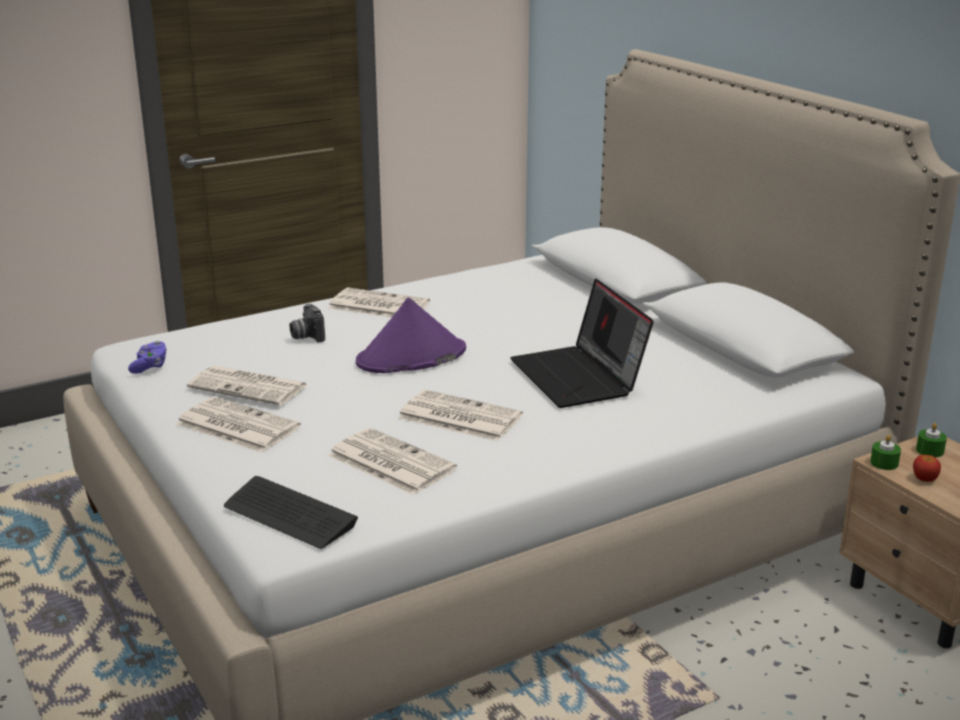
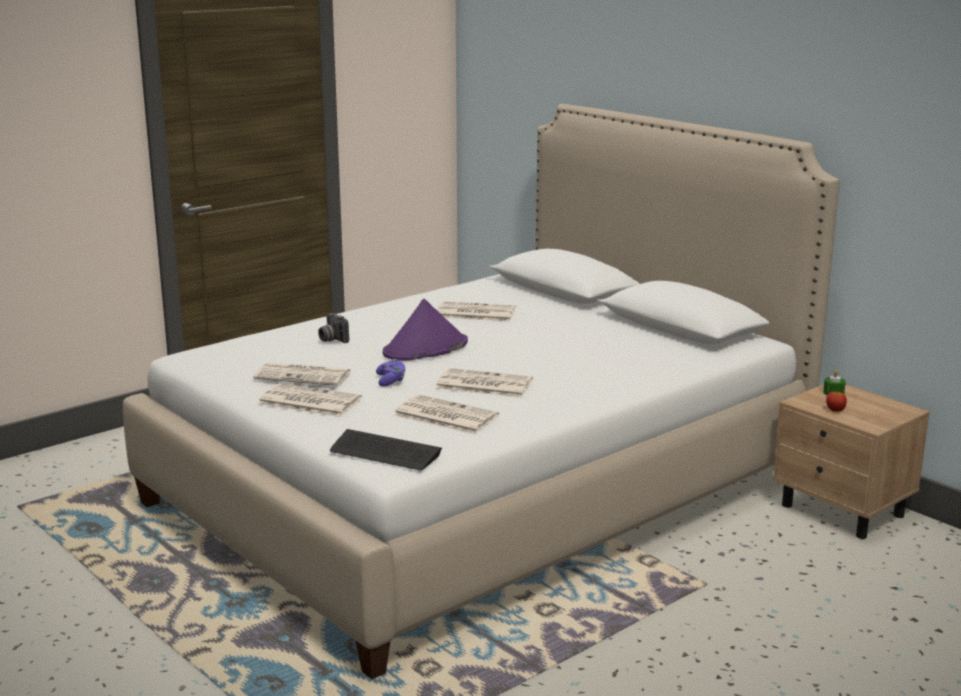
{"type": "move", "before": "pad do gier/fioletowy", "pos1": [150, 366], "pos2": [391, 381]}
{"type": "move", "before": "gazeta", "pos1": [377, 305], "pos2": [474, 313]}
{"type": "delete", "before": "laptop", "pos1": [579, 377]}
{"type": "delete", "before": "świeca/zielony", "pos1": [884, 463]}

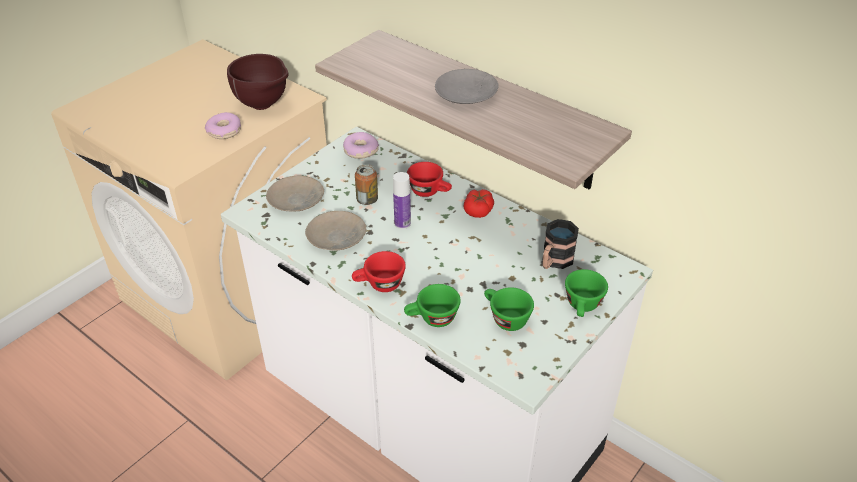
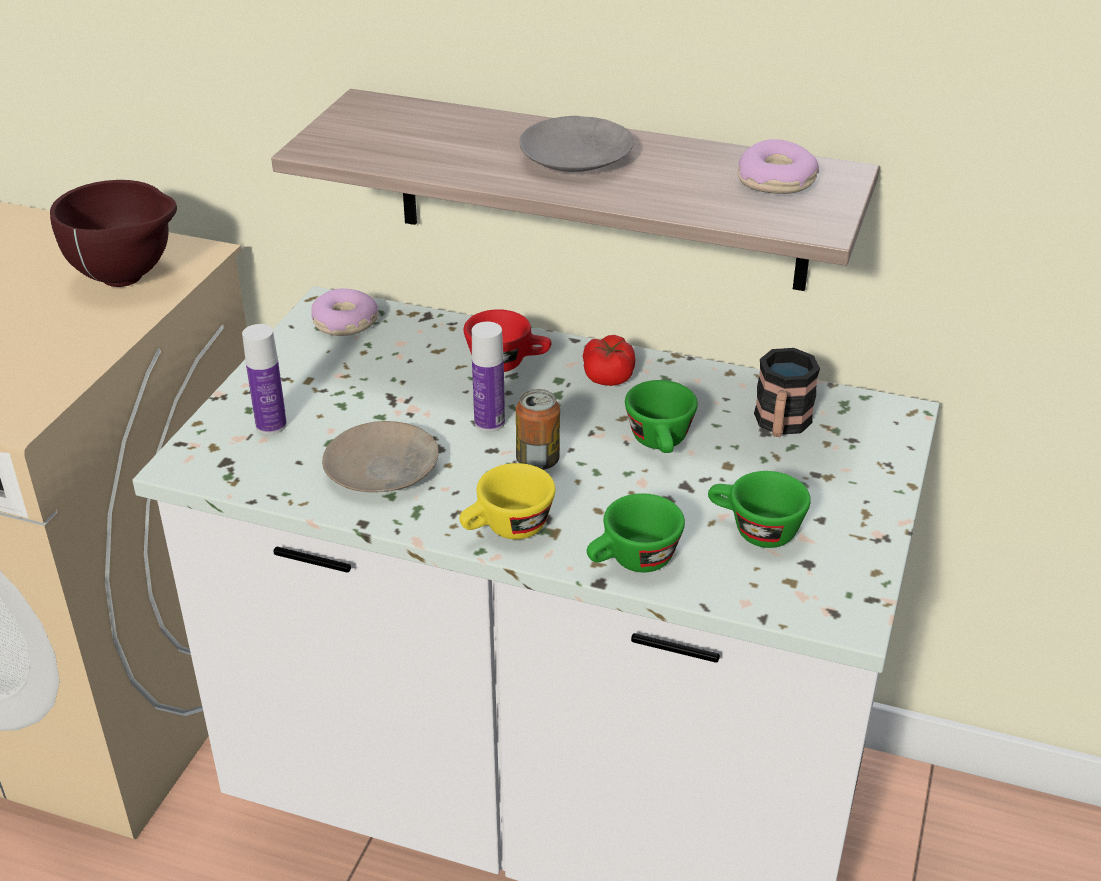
{"type": "replace", "before": "talerz/beżowy", "after": "butelka", "pos1": [296, 200], "pos2": [271, 425]}
{"type": "recolor", "before": "filiżanka/czerwony", "after": "filiżanka/żółty", "pos1": [379, 285], "pos2": [507, 530]}
{"type": "move", "before": "puszka", "pos1": [367, 200], "pos2": [538, 461]}
{"type": "move", "before": "filiżanka/zielony", "pos1": [582, 307], "pos2": [661, 443]}
{"type": "move", "before": "donut", "pos1": [224, 131], "pos2": [777, 181]}

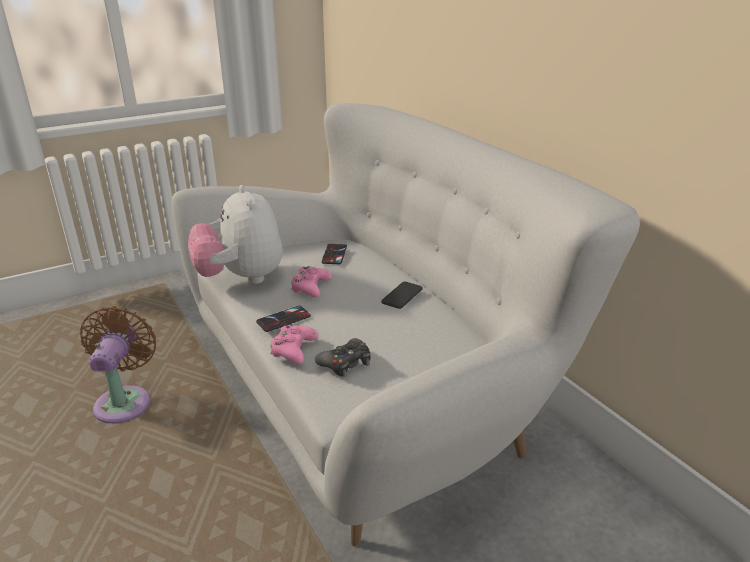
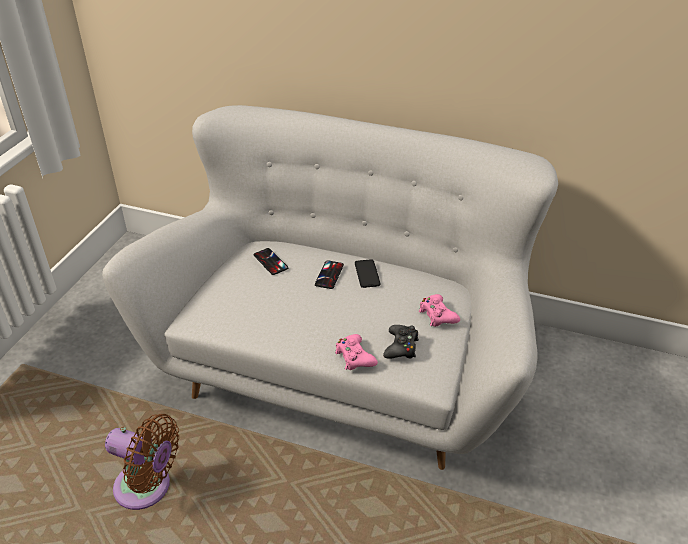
{"type": "rotate", "before": "wentylator/brązowy", "pos1": [125, 401], "pos2": [147, 488], "turn": 150}
{"type": "move", "before": "telefon", "pos1": [283, 319], "pos2": [329, 275]}
{"type": "move", "before": "pad do gier/różowy", "pos1": [310, 287], "pos2": [437, 315]}
{"type": "delete", "before": "pluszak", "pos1": [241, 278]}

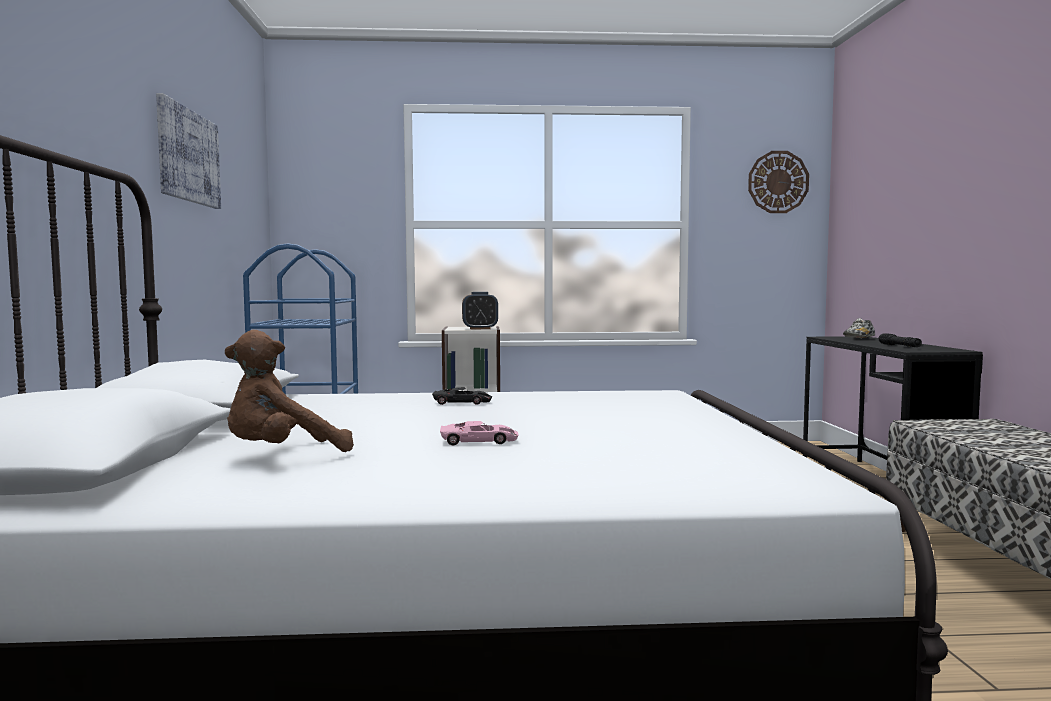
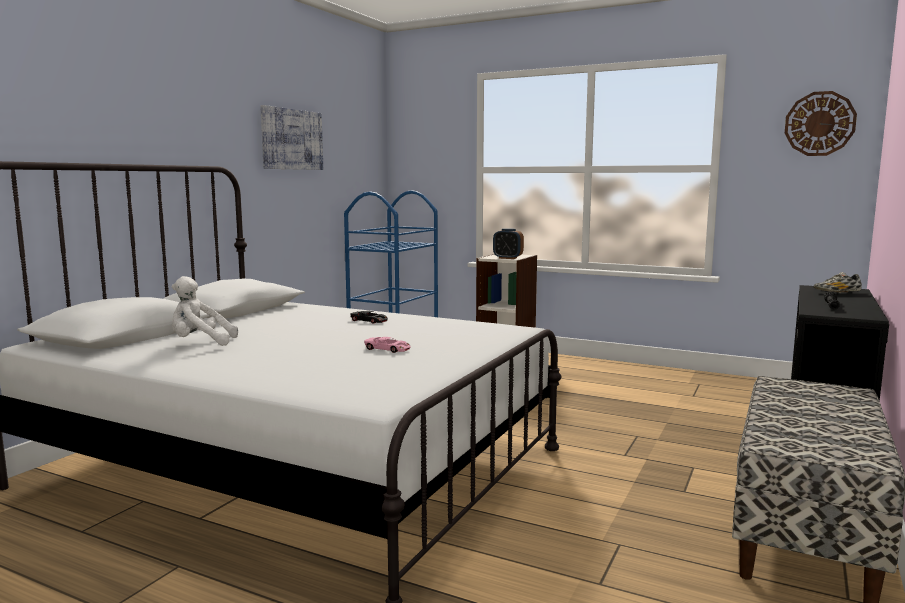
{"type": "recolor", "before": "pluszak/brązowy", "after": "pluszak/biały", "pos1": [282, 455], "pos2": [200, 343]}
{"type": "move", "before": "samochodzik/różowy", "pos1": [479, 441], "pos2": [388, 349]}

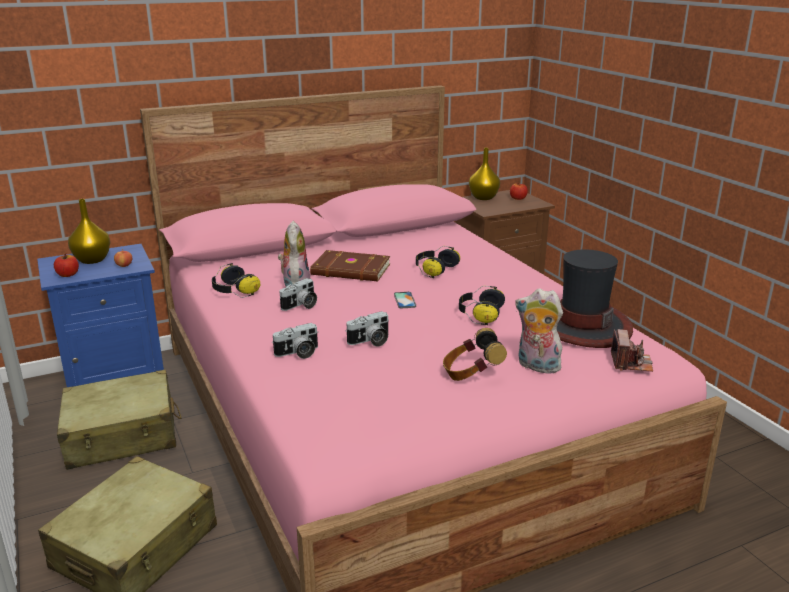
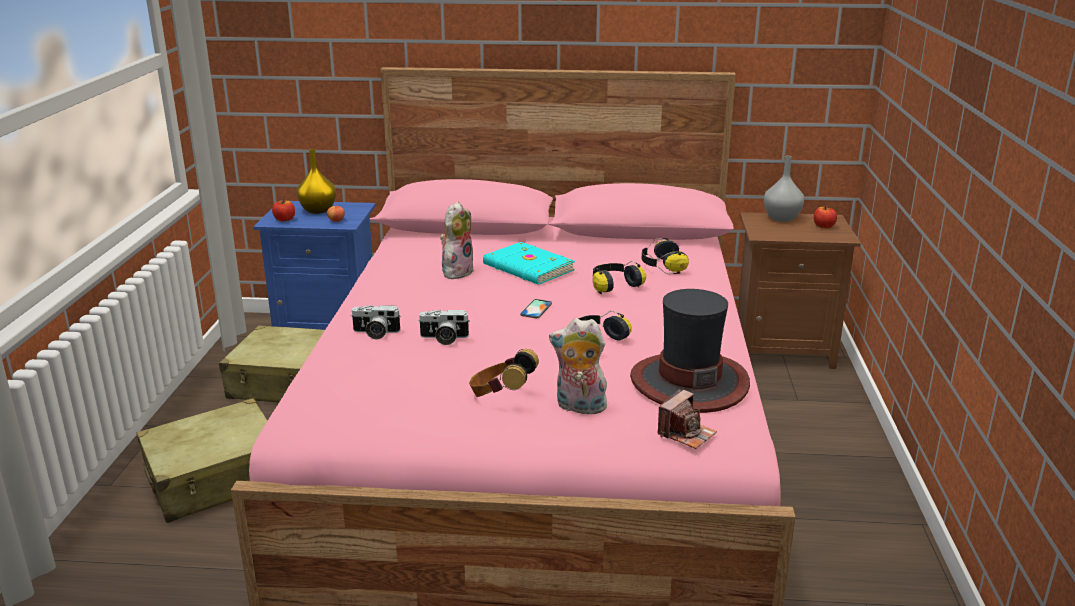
{"type": "recolor", "before": "książka/brązowy", "after": "książka/turkusowy", "pos1": [351, 270], "pos2": [528, 268]}
{"type": "rotate", "before": "pluszak", "pos1": [536, 366], "pos2": [579, 407], "turn": -45}
{"type": "move", "before": "słuchawki", "pos1": [234, 291], "pos2": [662, 266]}
{"type": "recolor", "before": "wazon/żółty", "after": "wazon/szary", "pos1": [483, 198], "pos2": [781, 218]}
{"type": "delete", "before": "aparat fotograficzny", "pos1": [301, 306]}

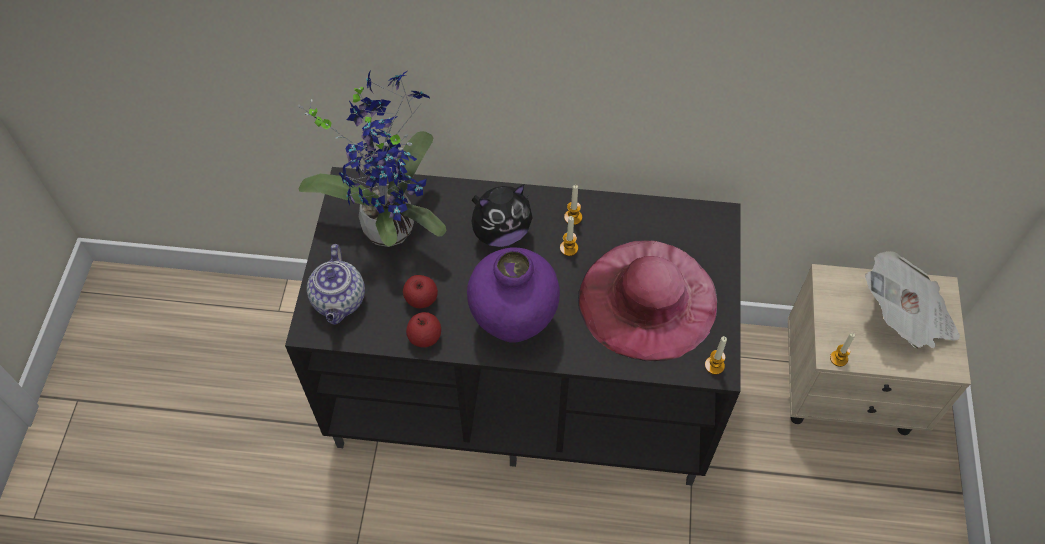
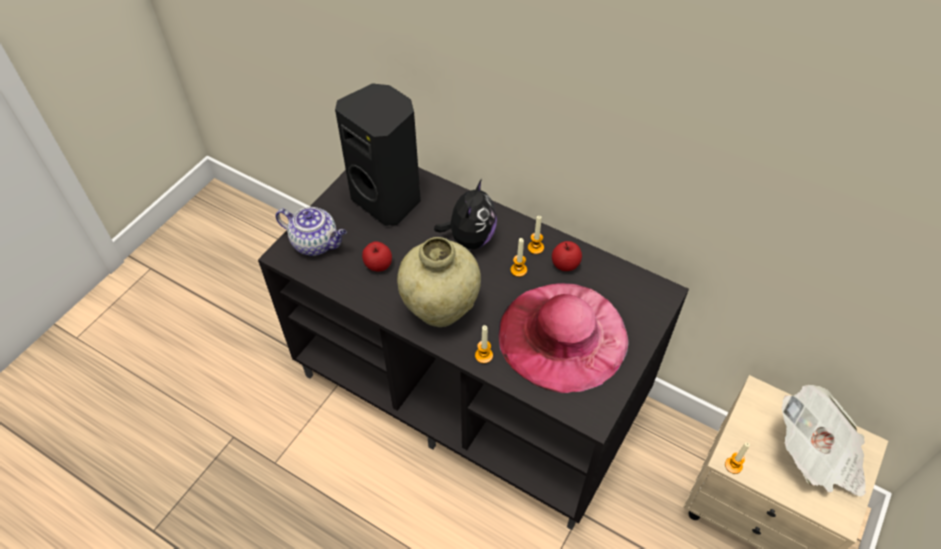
{"type": "rotate", "before": "imbryk", "pos1": [340, 301], "pos2": [316, 243], "turn": -90}
{"type": "replace", "before": "roślina doniczkowa", "after": "głośnik/czarny", "pos1": [390, 222], "pos2": [388, 199]}
{"type": "recolor", "before": "wazon/fioletowy", "after": "wazon/beżowy", "pos1": [513, 322], "pos2": [440, 310]}
{"type": "rotate", "before": "pluszak", "pos1": [501, 233], "pos2": [470, 238], "turn": -75}
{"type": "move", "before": "świeca", "pos1": [714, 365], "pos2": [484, 355]}
{"type": "move", "before": "jabłko", "pos1": [425, 337], "pos2": [565, 264]}

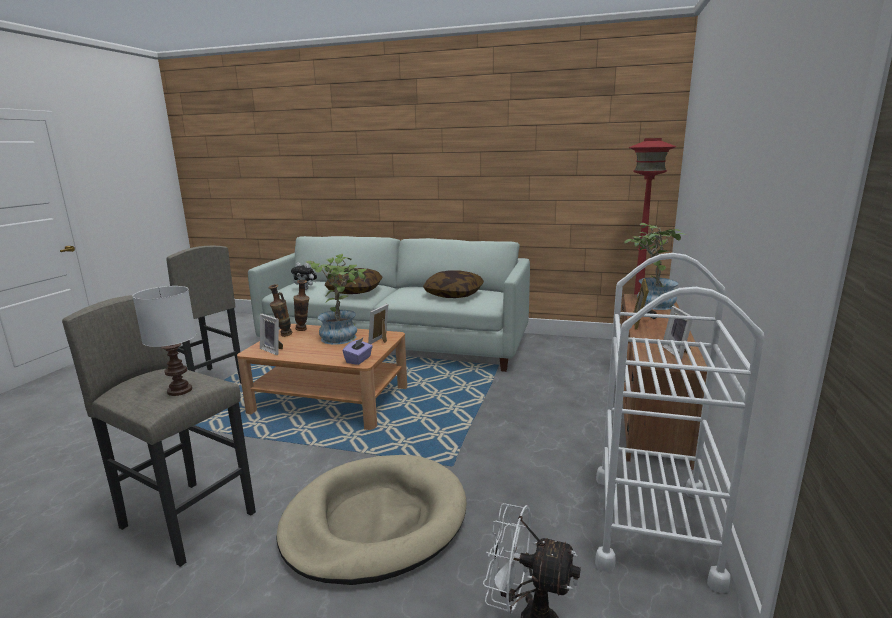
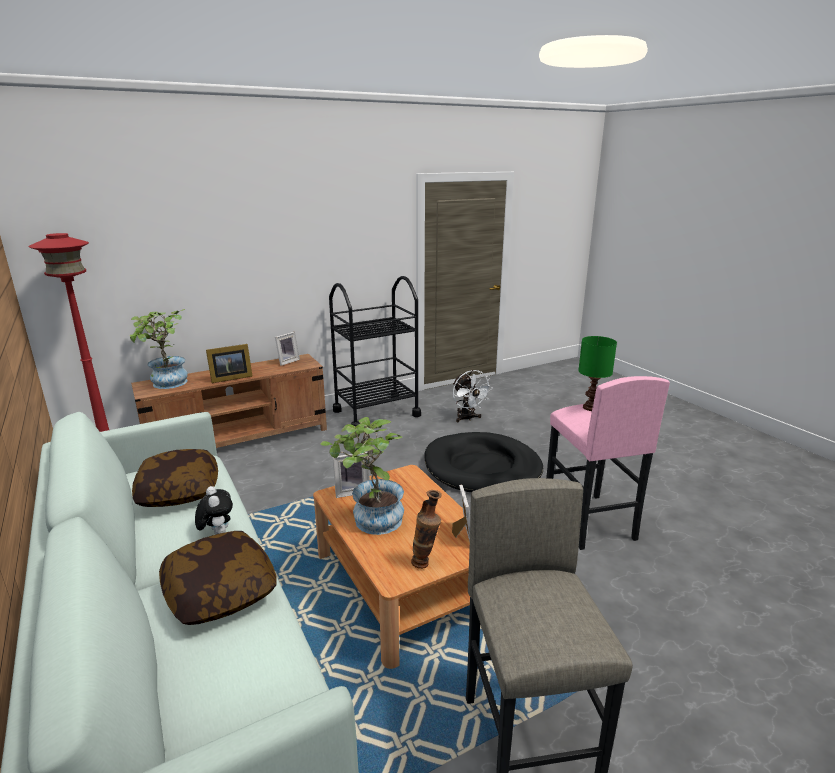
{"type": "move", "before": "pluszak", "pos1": [306, 289], "pos2": [217, 533]}
{"type": "recolor", "before": "wózek/biały", "after": "wózek/czarny", "pos1": [653, 526], "pos2": [376, 413]}
{"type": "recolor", "before": "legowisko/beżowy", "after": "legowisko/czarny", "pos1": [375, 521], "pos2": [482, 468]}
{"type": "recolor", "before": "stołek/szary", "after": "stołek/różowy", "pos1": [188, 519], "pos2": [588, 521]}
{"type": "recolor", "before": "lampa stołowa/biały", "after": "lampa stołowa/zielony", "pos1": [180, 390], "pos2": [590, 408]}
{"type": "delete", "before": "wazon", "pos1": [303, 330]}
{"type": "delete", "before": "pudełko chusteczek/fioletowy", "pos1": [359, 360]}

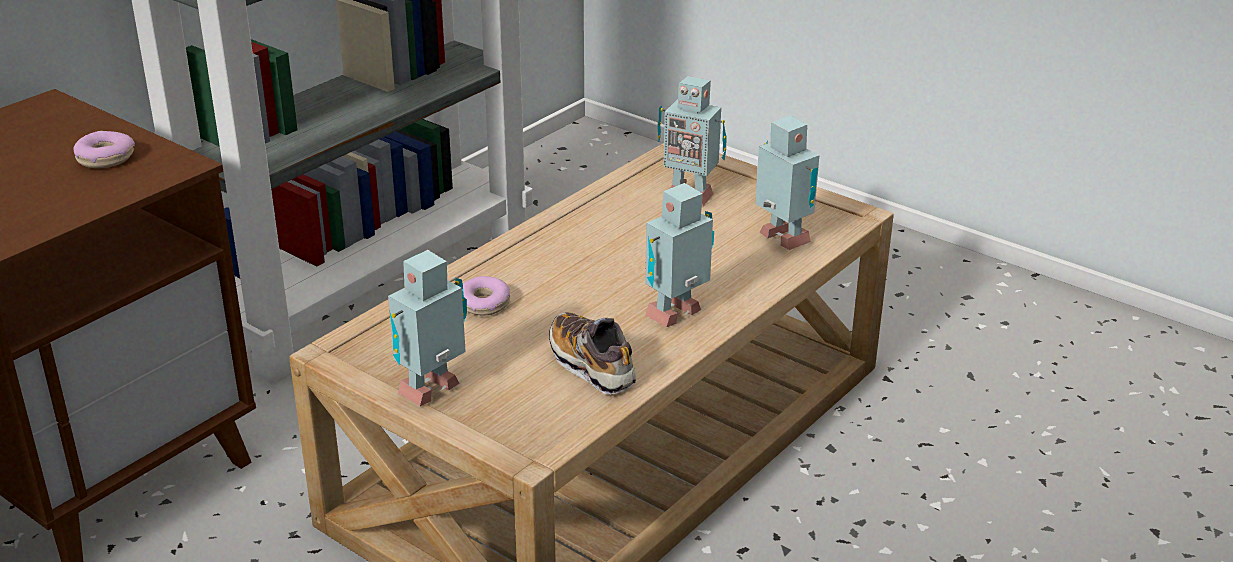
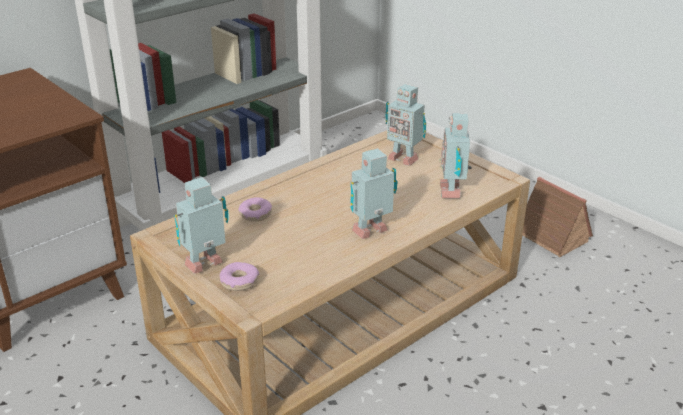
{"type": "move", "before": "donut", "pos1": [106, 158], "pos2": [239, 281]}
{"type": "rotate", "before": "robot zabawkowy", "pos1": [782, 240], "pos2": [452, 191], "turn": -150}
{"type": "insert", "after": "domek", "pos2": [549, 236]}
{"type": "delete", "before": "but", "pos1": [591, 365]}

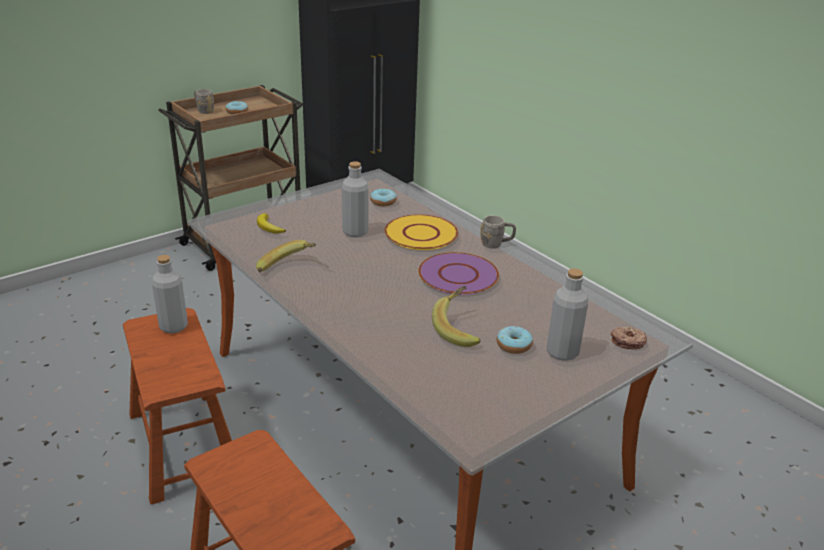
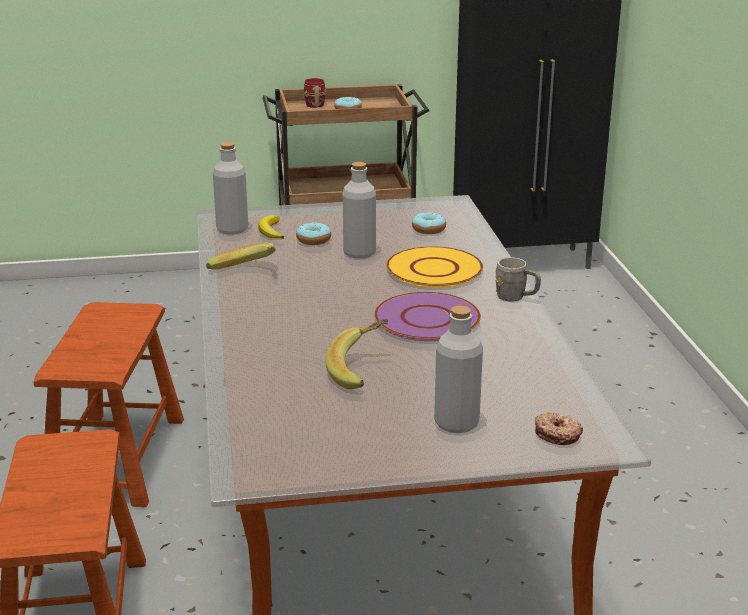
{"type": "move", "before": "butelka/szary", "pos1": [173, 326], "pos2": [232, 229]}
{"type": "move", "before": "donut", "pos1": [513, 345], "pos2": [313, 240]}
{"type": "recolor", "before": "kubek/szary", "after": "kubek/czerwony", "pos1": [203, 110], "pos2": [314, 104]}

